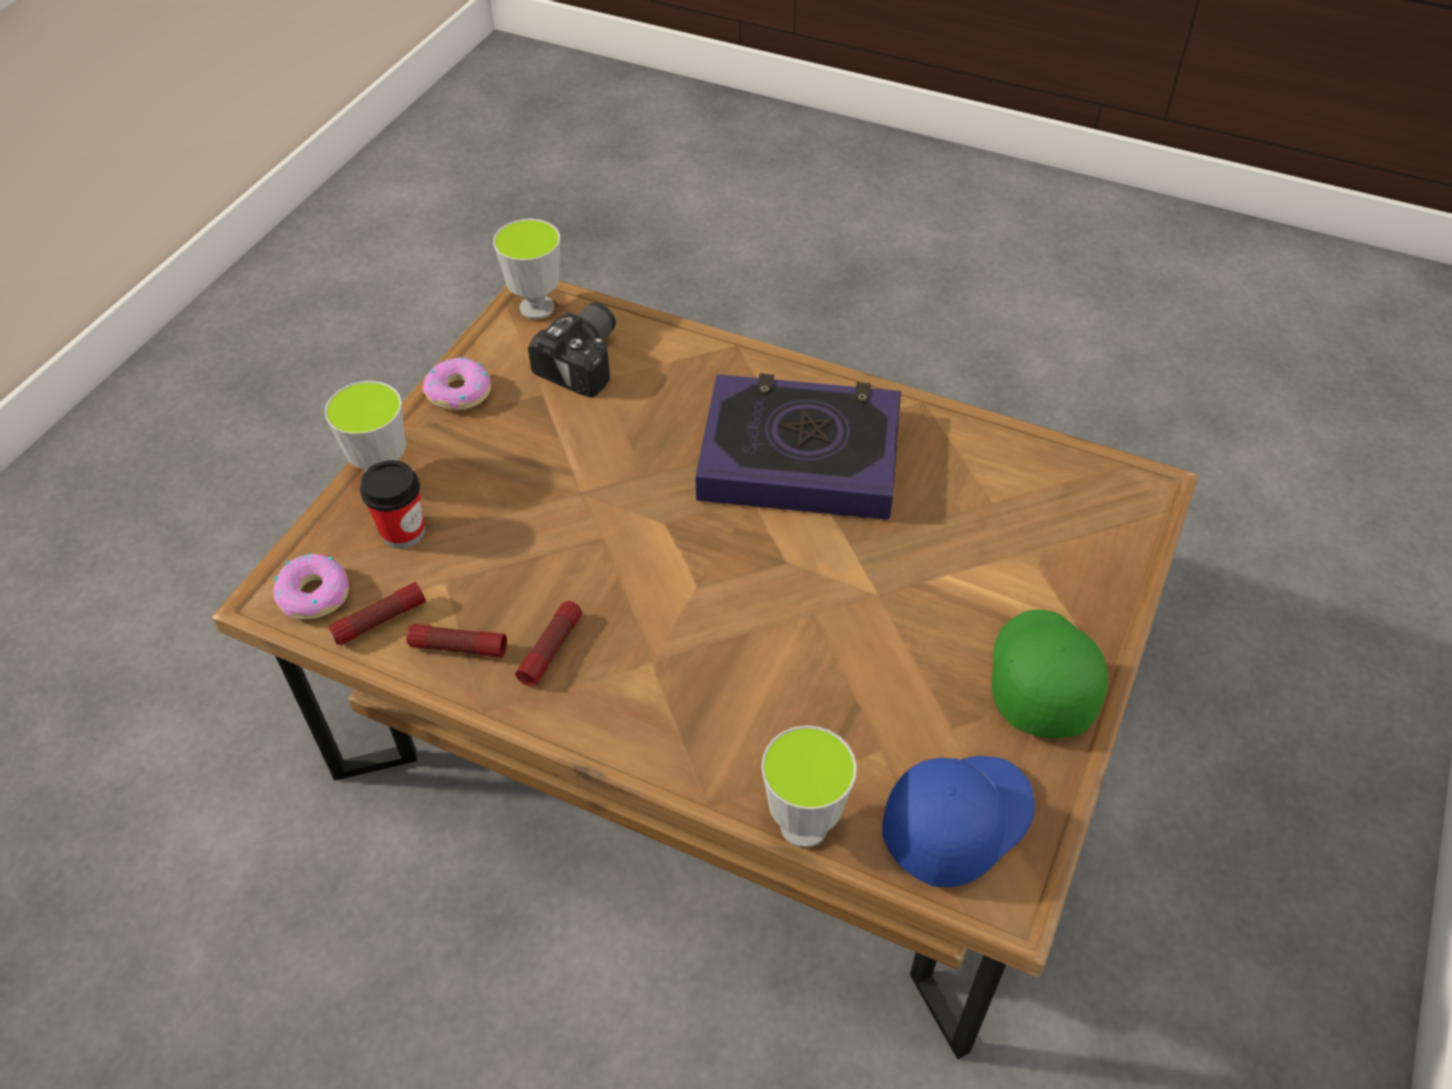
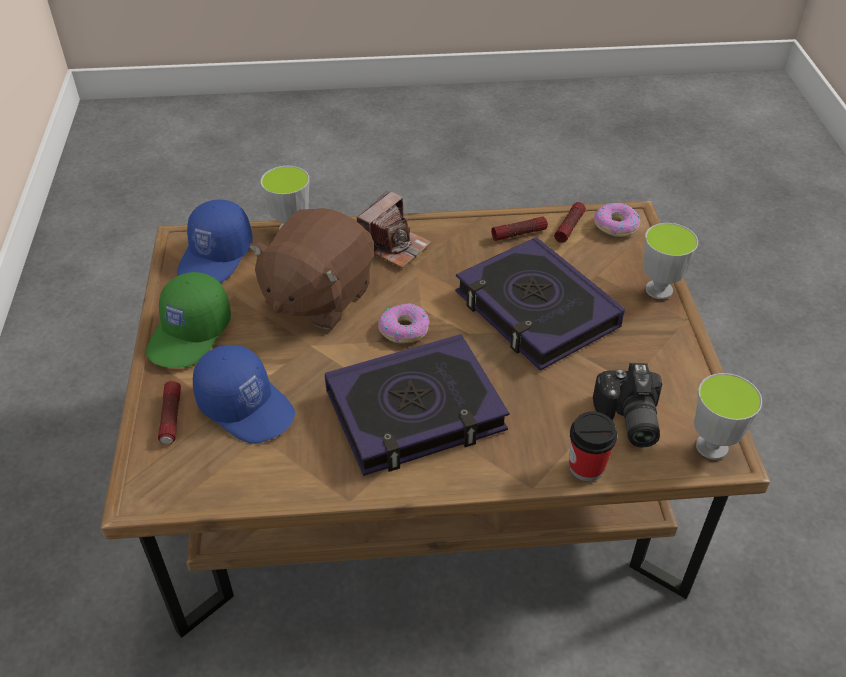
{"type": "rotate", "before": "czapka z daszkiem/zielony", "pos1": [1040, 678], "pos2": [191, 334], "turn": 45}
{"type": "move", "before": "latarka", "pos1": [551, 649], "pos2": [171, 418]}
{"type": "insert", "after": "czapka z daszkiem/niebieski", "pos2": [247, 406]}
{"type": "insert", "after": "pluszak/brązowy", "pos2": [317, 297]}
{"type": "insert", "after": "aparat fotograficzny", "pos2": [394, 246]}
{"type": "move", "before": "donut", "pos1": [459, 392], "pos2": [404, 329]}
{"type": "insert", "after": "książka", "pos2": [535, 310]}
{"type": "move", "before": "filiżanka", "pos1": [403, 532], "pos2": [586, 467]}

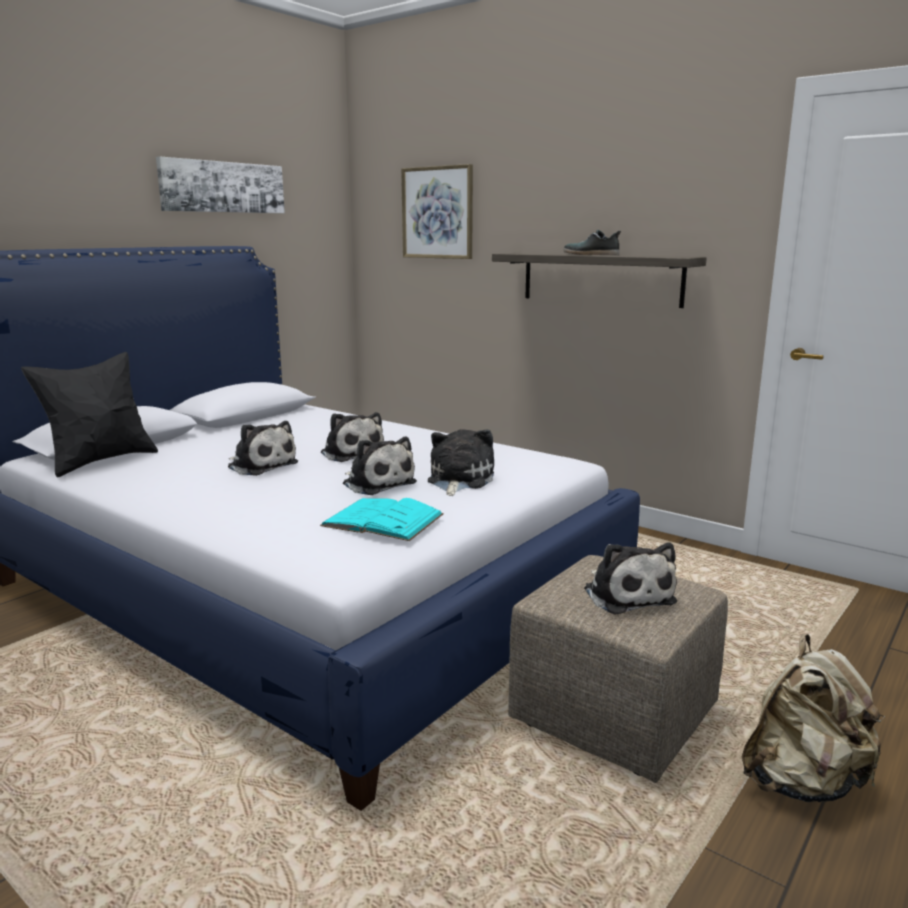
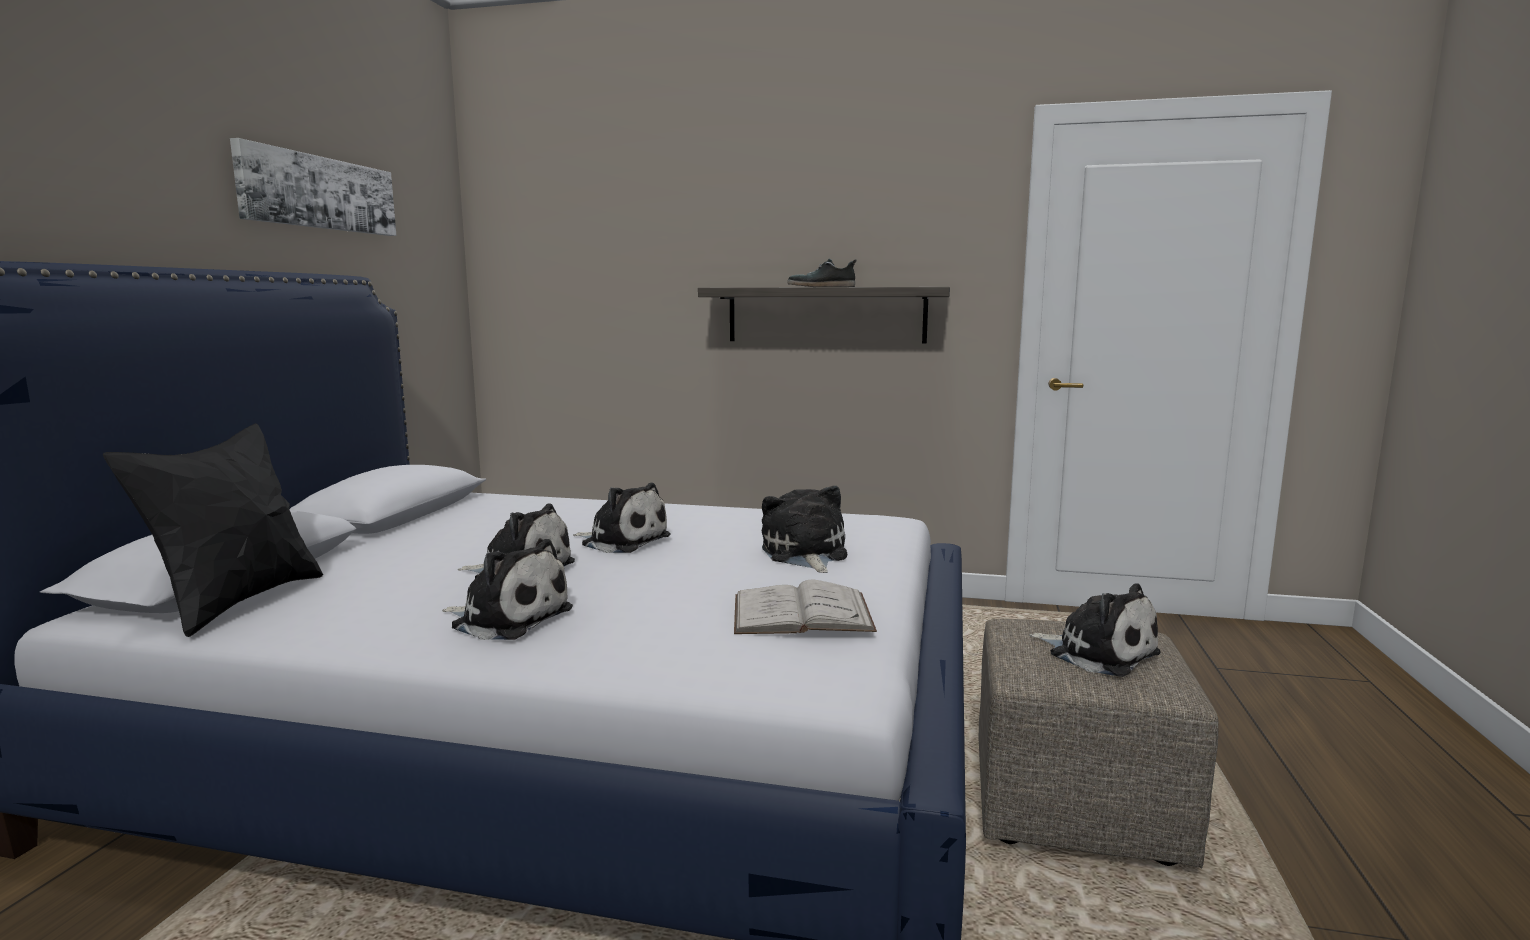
{"type": "move", "before": "pluszak", "pos1": [377, 483], "pos2": [508, 618]}
{"type": "recolor", "before": "książka/turkusowy", "after": "książka/biały", "pos1": [383, 520], "pos2": [801, 613]}
{"type": "delete", "before": "obraz", "pos1": [437, 213]}
{"type": "delete", "before": "plecak/beżowy", "pos1": [802, 782]}

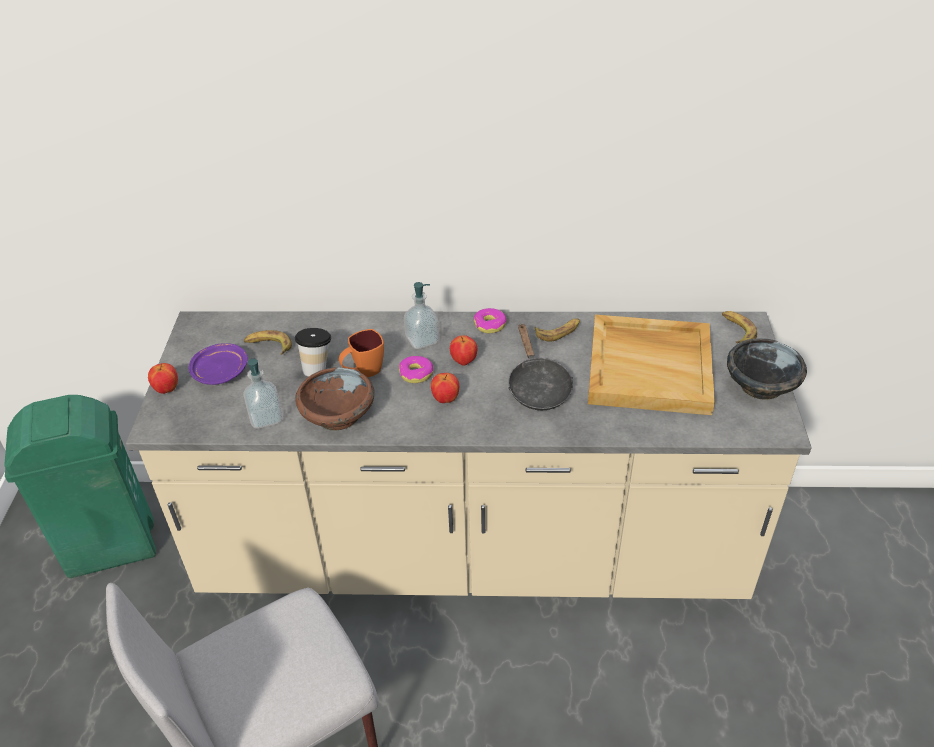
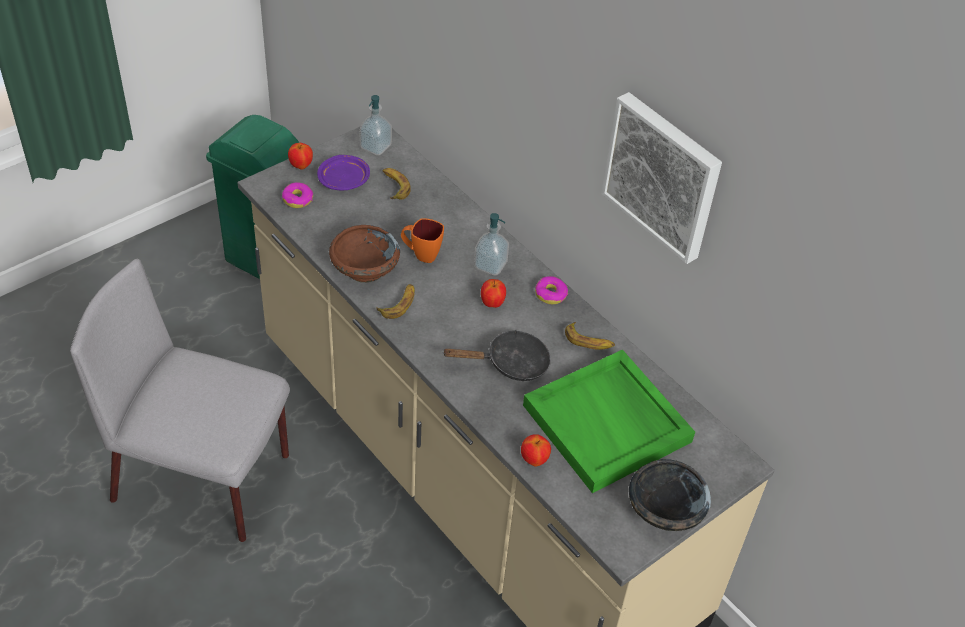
{"type": "move", "before": "donut", "pos1": [416, 373], "pos2": [298, 199]}
{"type": "move", "before": "dozownik mydła", "pos1": [266, 418], "pos2": [375, 147]}
{"type": "move", "before": "banan", "pos1": [736, 330], "pos2": [399, 304]}
{"type": "rotate", "before": "patelnia/czarny", "pos1": [537, 386], "pos2": [510, 363], "turn": -135}
{"type": "move", "before": "jabłko", "pos1": [445, 399], "pos2": [534, 460]}
{"type": "recolor", "before": "taca/beżowy", "after": "taca/zielony", "pos1": [650, 367], "pos2": [608, 424]}
{"type": "insert", "after": "obraz", "pos2": [663, 175]}
{"type": "delete", "before": "filiżanka", "pos1": [317, 368]}

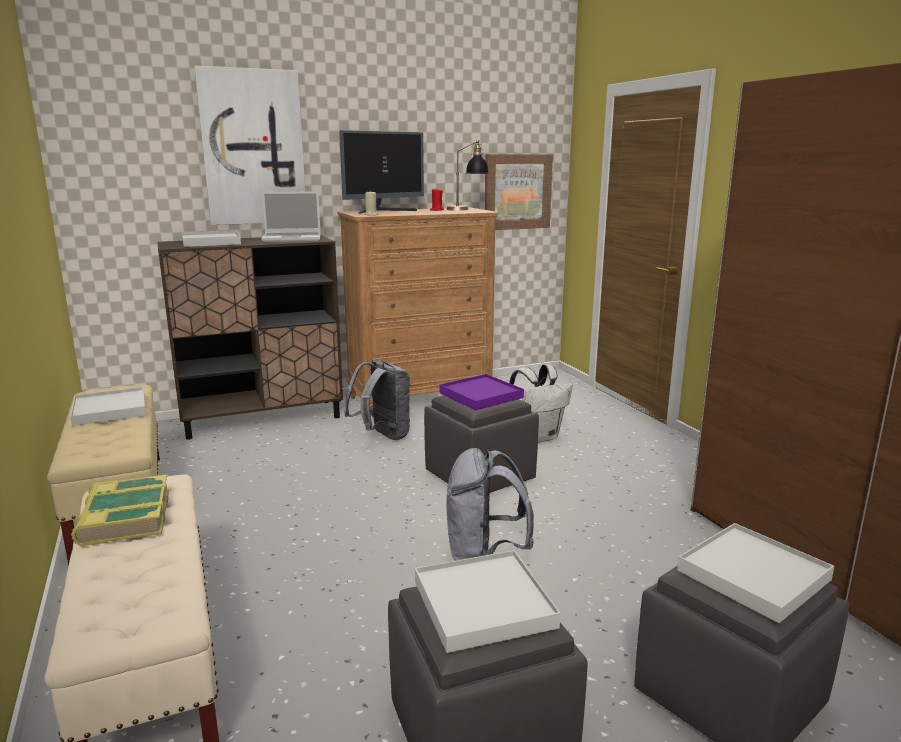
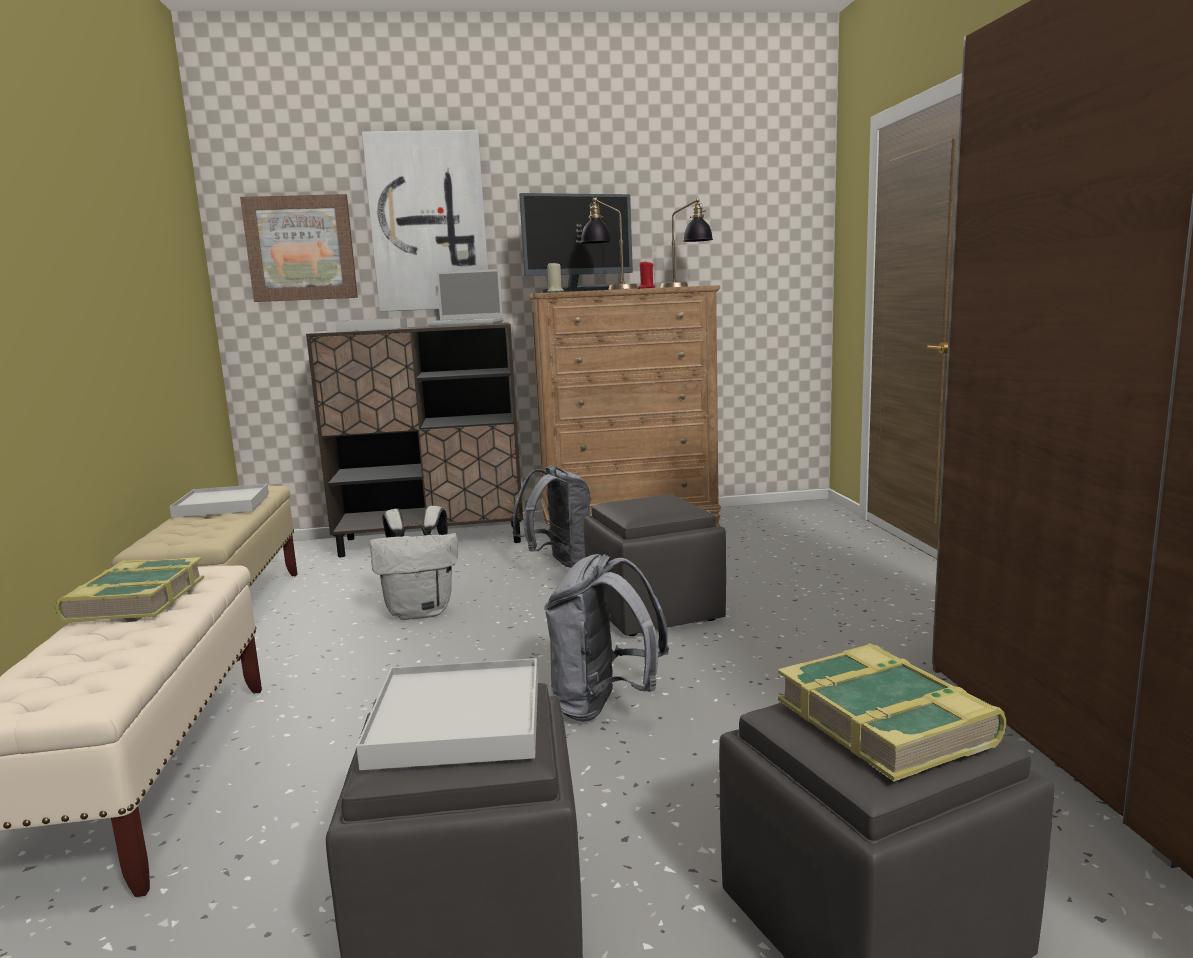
{"type": "move", "before": "obraz", "pos1": [517, 192], "pos2": [301, 248]}
{"type": "move", "before": "plecak/biały", "pos1": [538, 437], "pos2": [421, 612]}
{"type": "insert", "after": "lampa stołowa", "pos2": [610, 289]}
{"type": "replace", "before": "taca/biały", "after": "książka", "pos1": [754, 575], "pos2": [885, 722]}
{"type": "delete", "before": "taca/fioletowy", "pos1": [481, 395]}

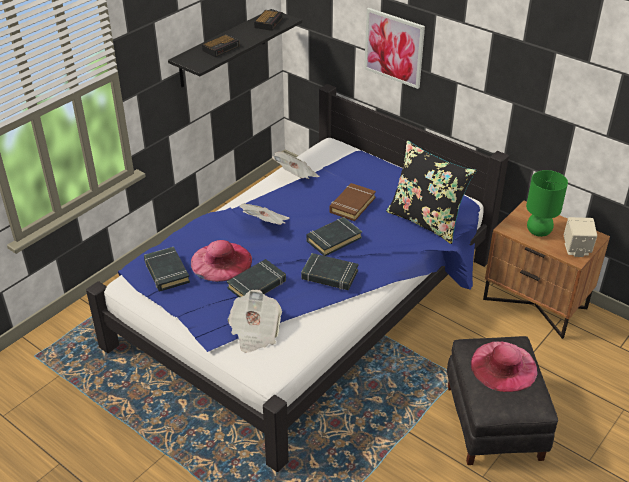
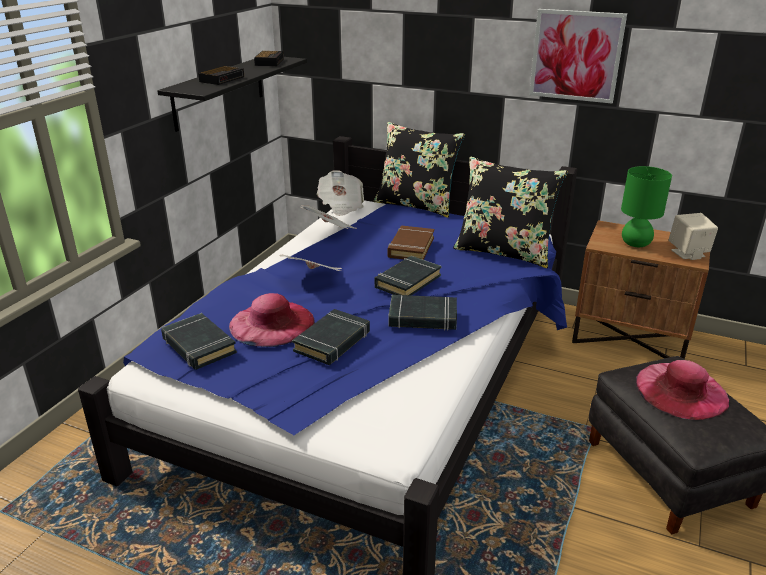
{"type": "move", "before": "gazeta", "pos1": [255, 332], "pos2": [341, 206]}
{"type": "insert", "after": "poduszka/czarny", "pos2": [416, 205]}
{"type": "move", "before": "obraz", "pos1": [394, 47], "pos2": [576, 56]}

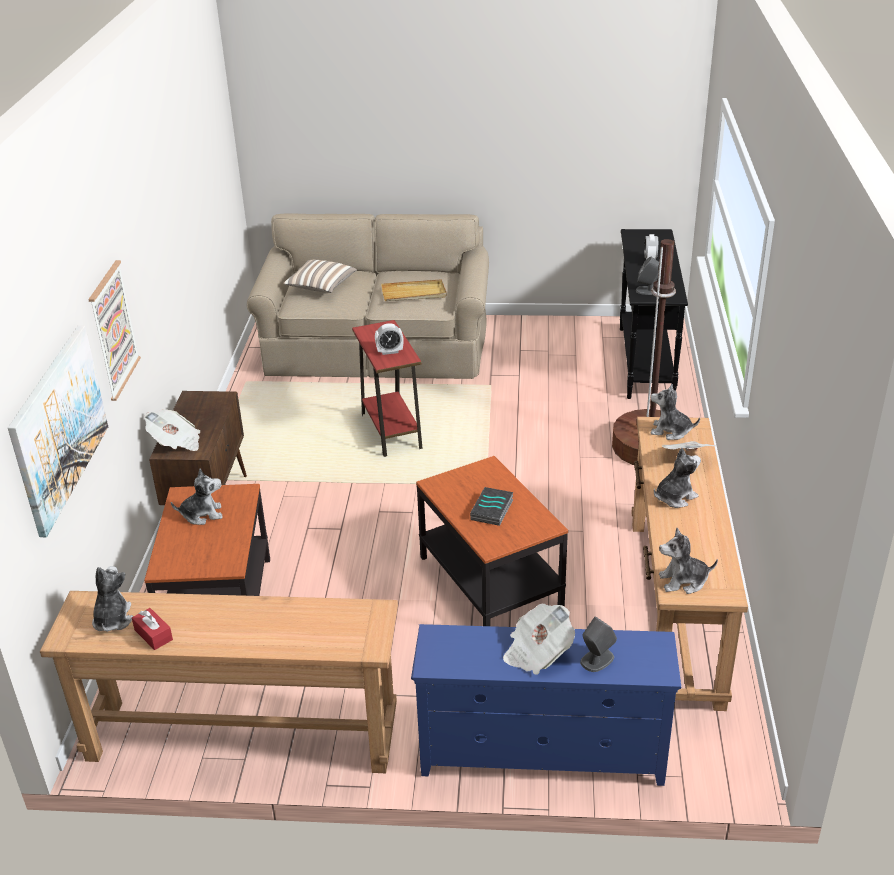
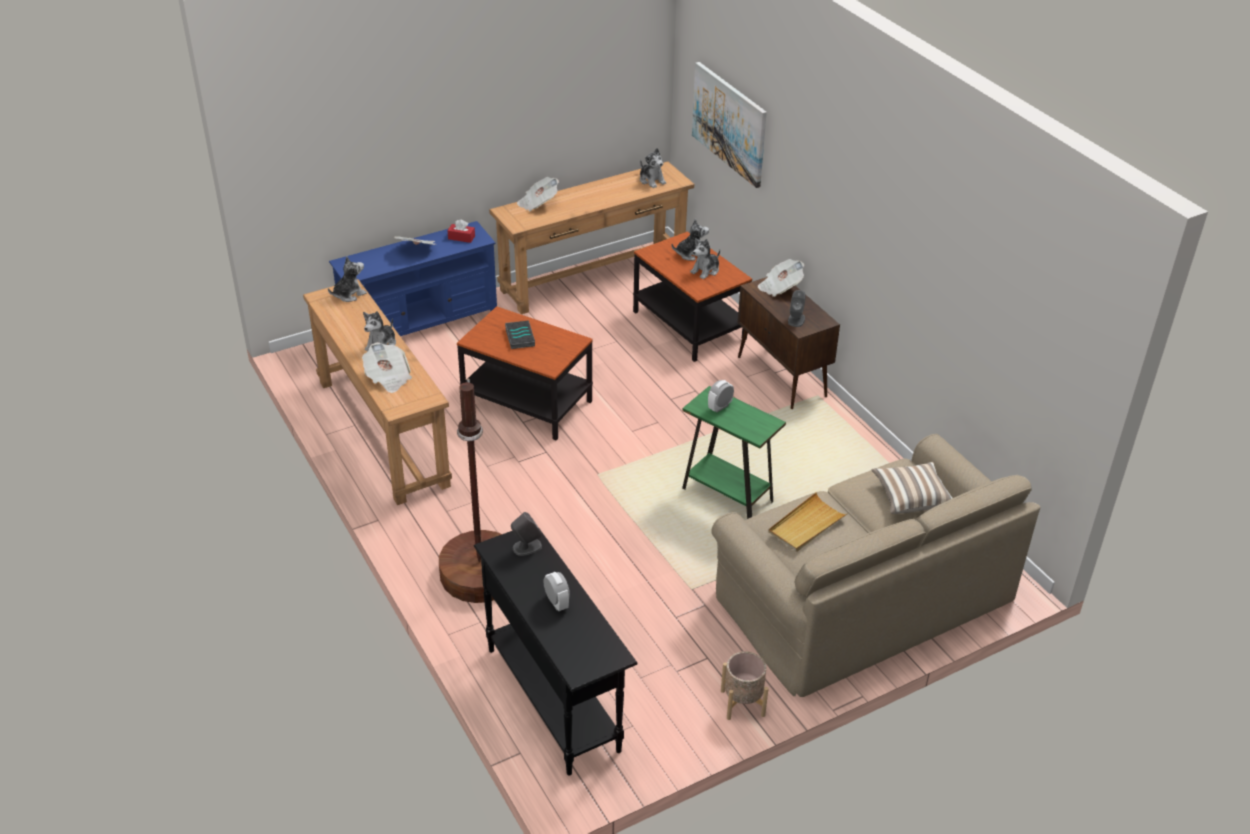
{"type": "move", "before": "pudełko chusteczek/czerwony", "pos1": [153, 635], "pos2": [461, 237]}
{"type": "insert", "after": "gazeta", "pos2": [538, 203]}
{"type": "move", "before": "pluszak", "pos1": [670, 431], "pos2": [690, 254]}
{"type": "recolor", "before": "stolik/czerwony", "after": "stolik/zielony", "pos1": [391, 432], "pos2": [727, 495]}
{"type": "insert", "after": "donica/beżowy", "pos2": [743, 703]}
{"type": "move", "before": "głośnik/szary", "pos1": [596, 660], "pos2": [796, 320]}
{"type": "delete", "before": "obraz", "pos1": [113, 330]}

